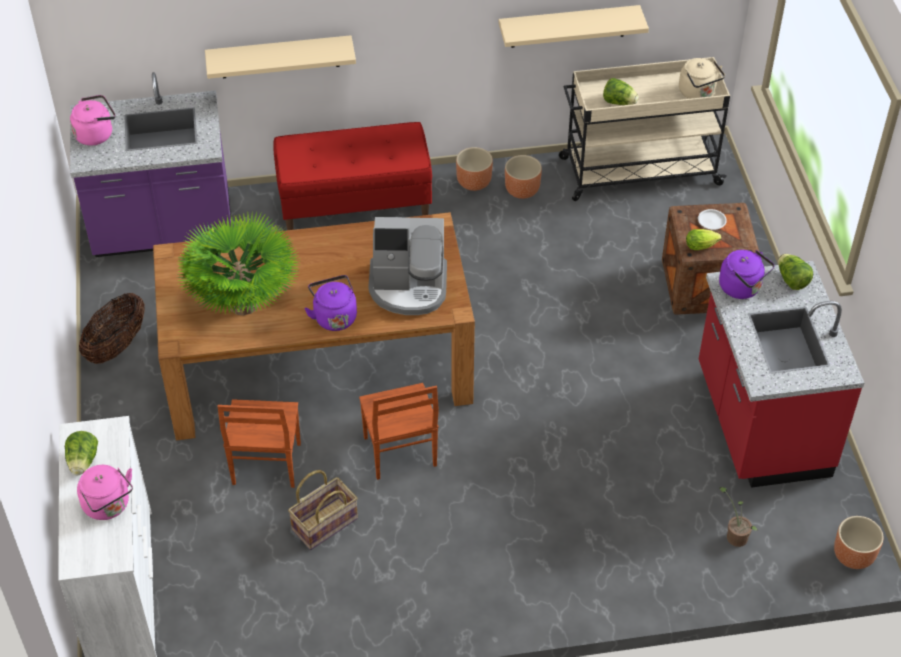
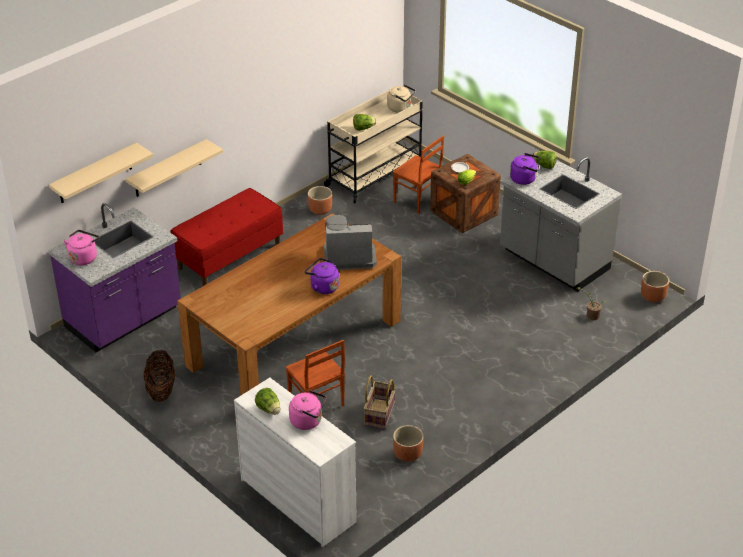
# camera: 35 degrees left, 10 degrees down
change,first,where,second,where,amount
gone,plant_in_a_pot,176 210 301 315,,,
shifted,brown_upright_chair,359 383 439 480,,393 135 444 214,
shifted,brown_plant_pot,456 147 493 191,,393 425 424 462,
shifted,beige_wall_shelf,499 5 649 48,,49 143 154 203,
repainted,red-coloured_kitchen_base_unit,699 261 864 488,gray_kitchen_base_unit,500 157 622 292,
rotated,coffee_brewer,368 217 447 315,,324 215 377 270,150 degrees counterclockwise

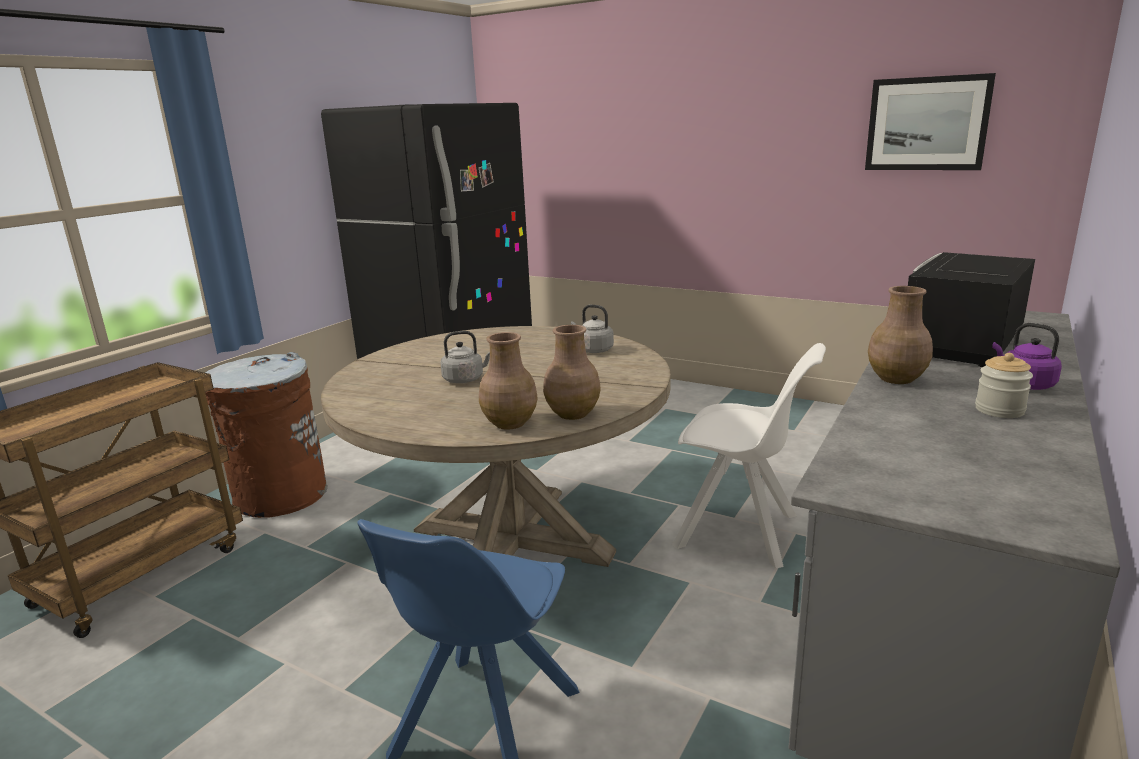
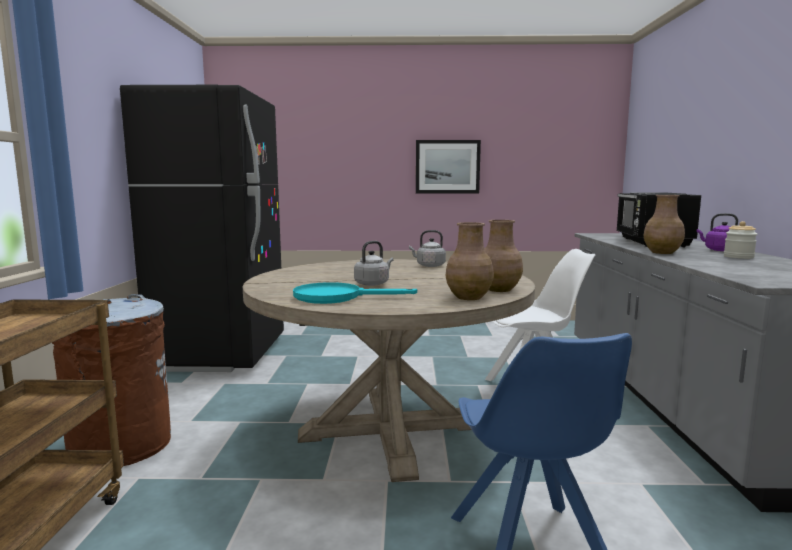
# camera: 30 degrees left, 10 degrees down
change,first,where,second,where,amount
new,,,turquoise-coloured_skillet,293 282 417 304,
shifted,wall_picture,865 73 996 170,,416 140 481 193,

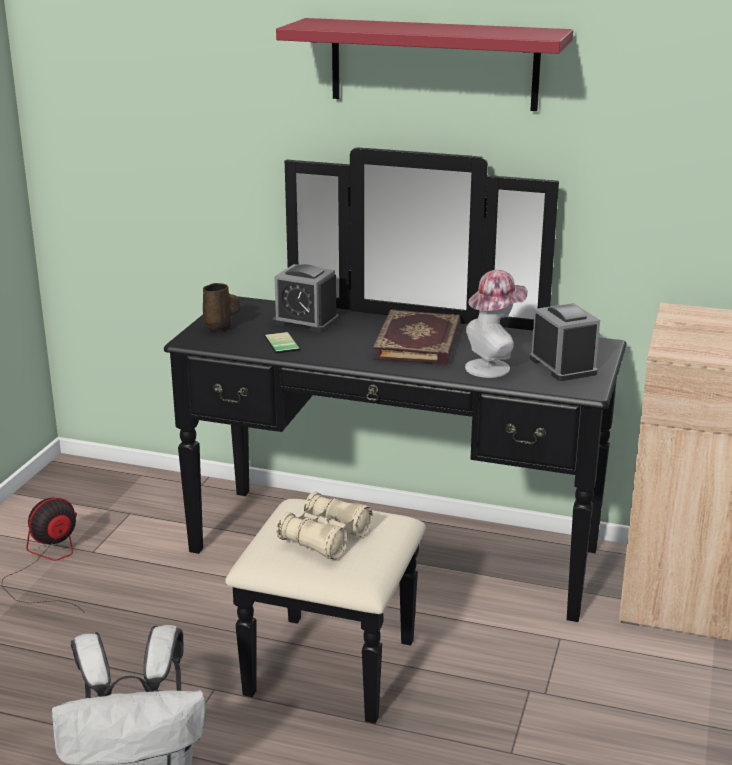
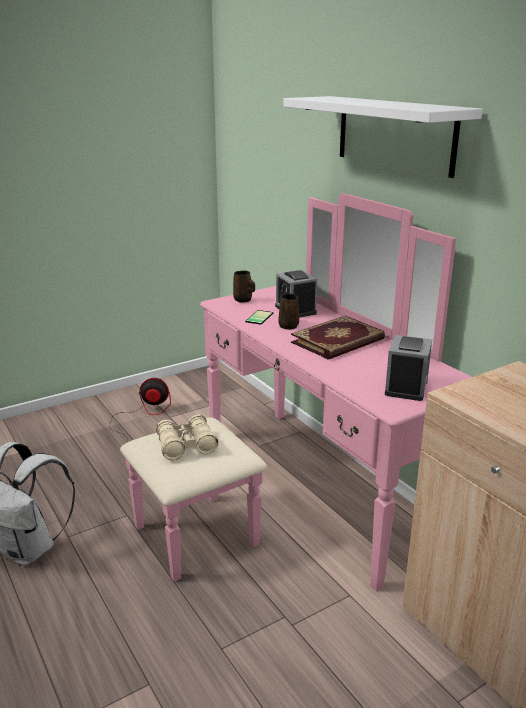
# camera: 40 degrees right, 0 degrees up
change,first,where,second,where,amount
gone,wearable_hat,465 270 528 378,,,
new,,,brown_tea_mug,278 293 299 330,
repainted,black-coloured_drawer_chest,164 148 627 724,pink-coloured_drawer_chest,120 193 472 592,
repainted,red-coloured_wall_shelf,276 18 573 111,whitish_wall_shelf,284 96 483 178,

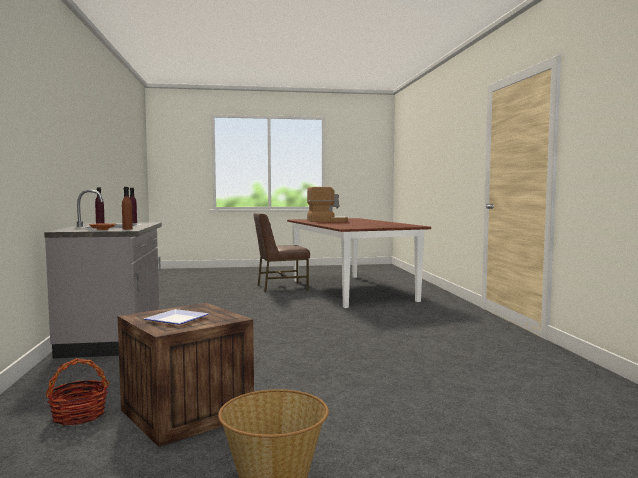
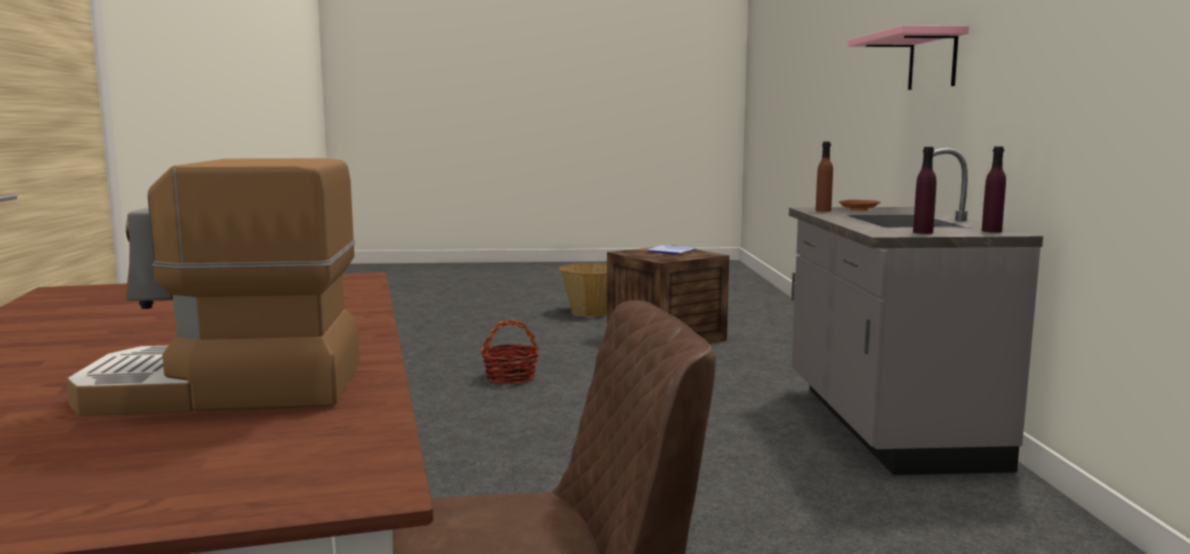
# camera: 175 degrees left, 5 degrees up
change,first,where,second,where,amount
new,,,pink-coloured_wall_shelf,848 25 969 90,
shifted,household_basket,46 358 110 426,,481 319 539 384,

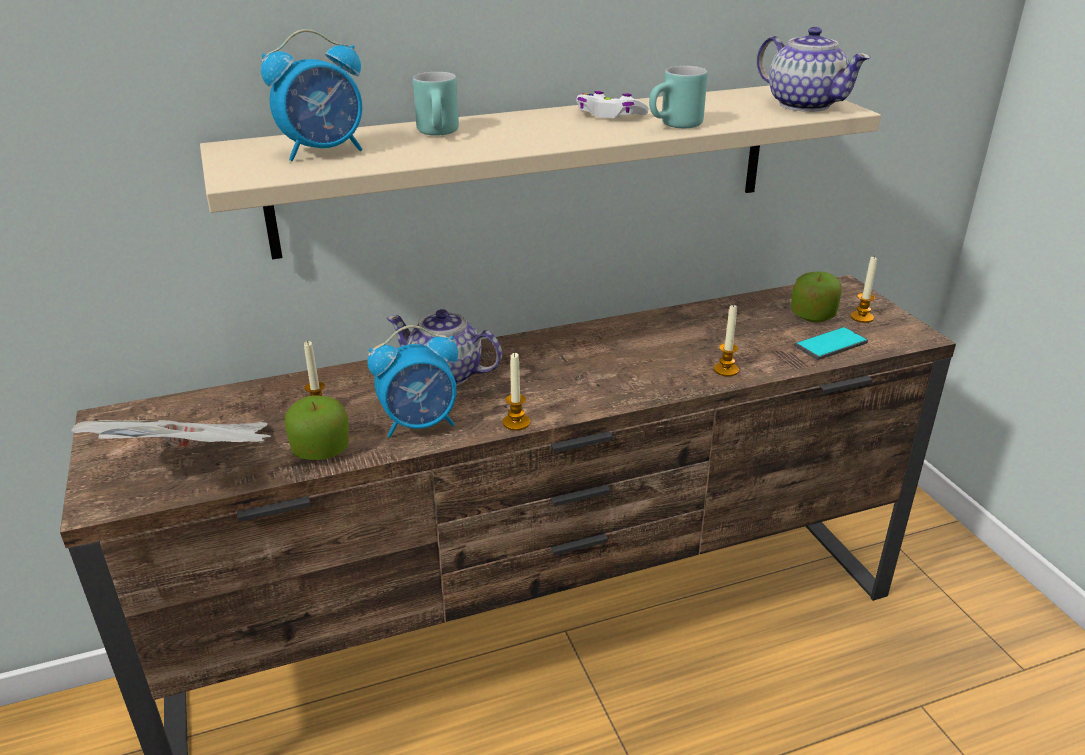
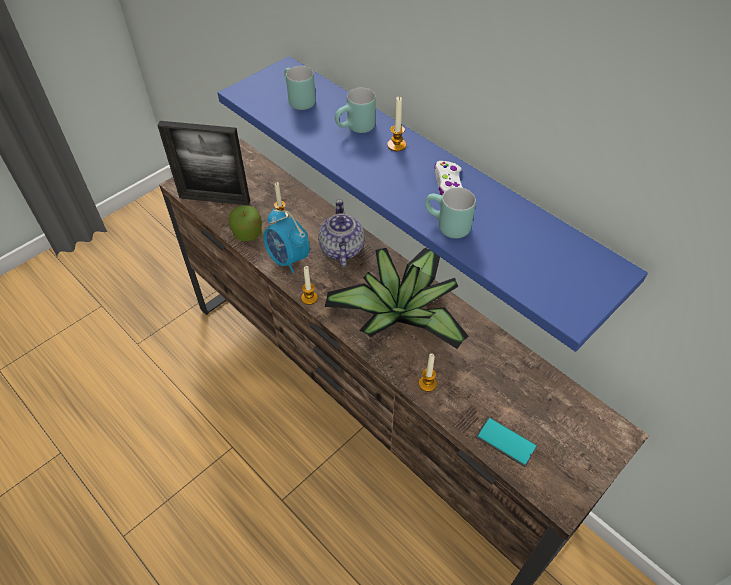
# camera: 65 degrees right, 20 degrees up
change,first,where,second,where,amount
gone,teapot,757 27 871 112,,,
gone,apple,791 271 842 322,,,
new,,,plant_in_a_pot,325 248 469 349,
shifted,wax_light,850 255 877 323,,387 97 406 152,
swapped,daily_paper,71 420 270 448,standing_frame,157 121 250 205,
swapped,alarm_clock,261 29 363 161,turquoise-coloured_tea_mug,284 66 316 110,
repainted,beige_wall_shelf,200 85 881 259,blue_wall_shelf,218 56 648 352,

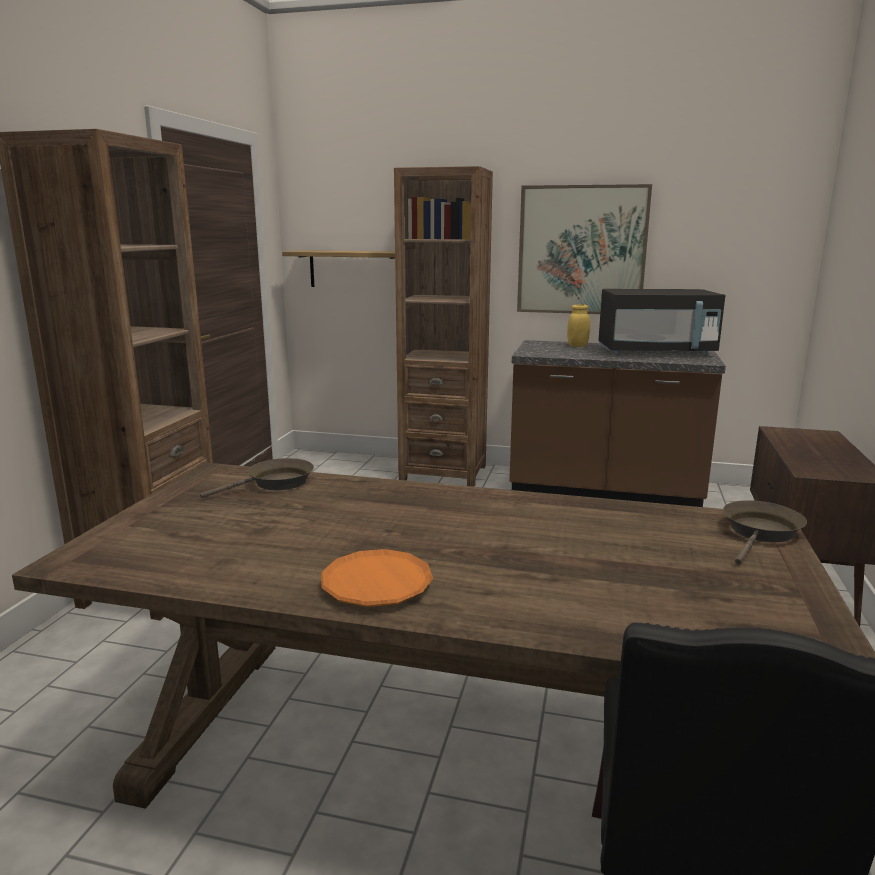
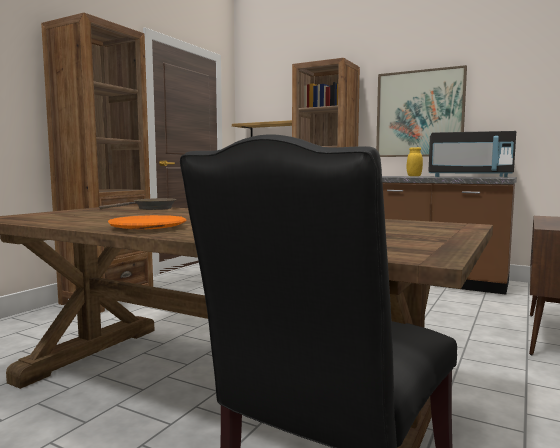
# camera: 15 degrees right, 10 degrees down
change,first,where,second,where,amount
gone,brown_skillet,723 500 807 564,,,

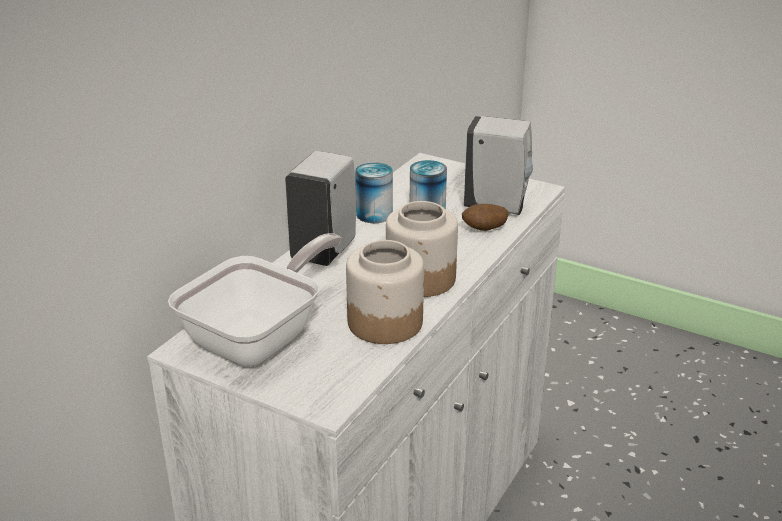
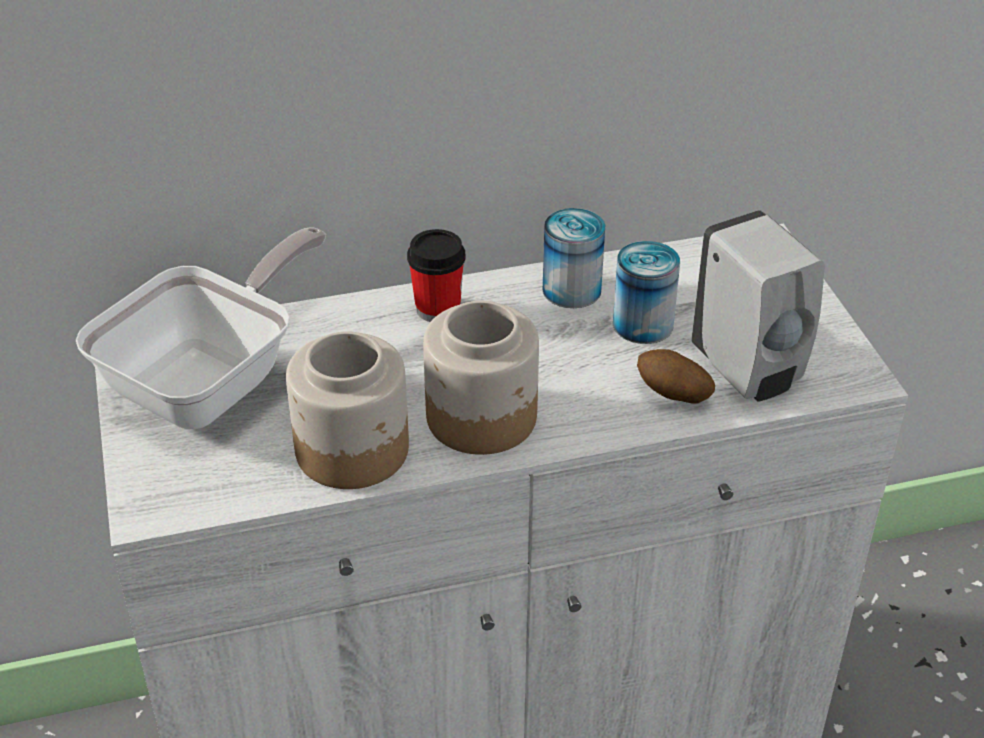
# camera: 45 degrees right, 10 degrees up
change,first,where,second,where,amount
swapped,whitish_liquid_soap_bottle,285 151 356 266,cup,407 229 466 322,
rotated,skillet,168 233 341 366,,76 227 326 429,45 degrees counterclockwise

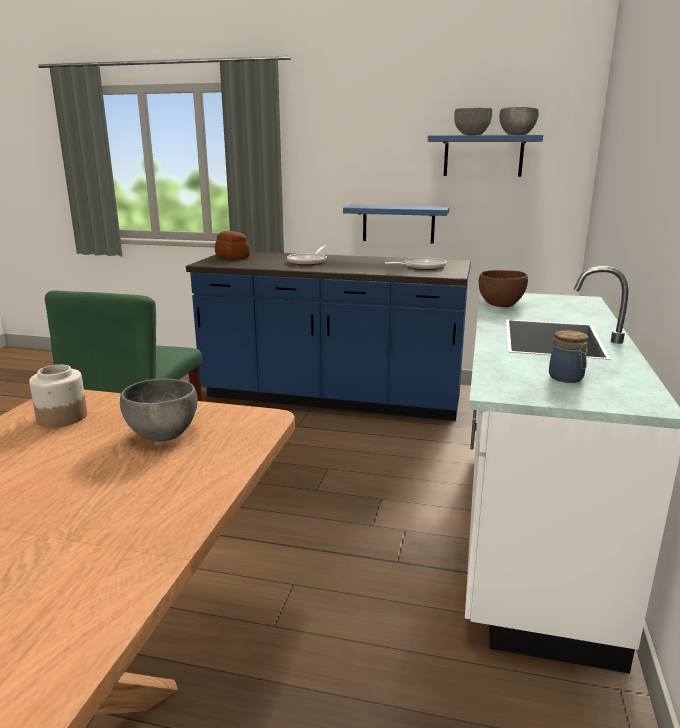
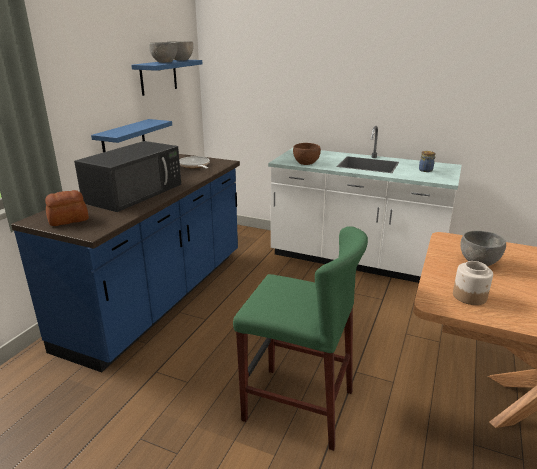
# camera: 80 degrees left, 5 degrees up
change,first,where,second,where,amount
swapped,skillet,287 246 327 265,black-coloured_microwave_oven,74 141 181 212,

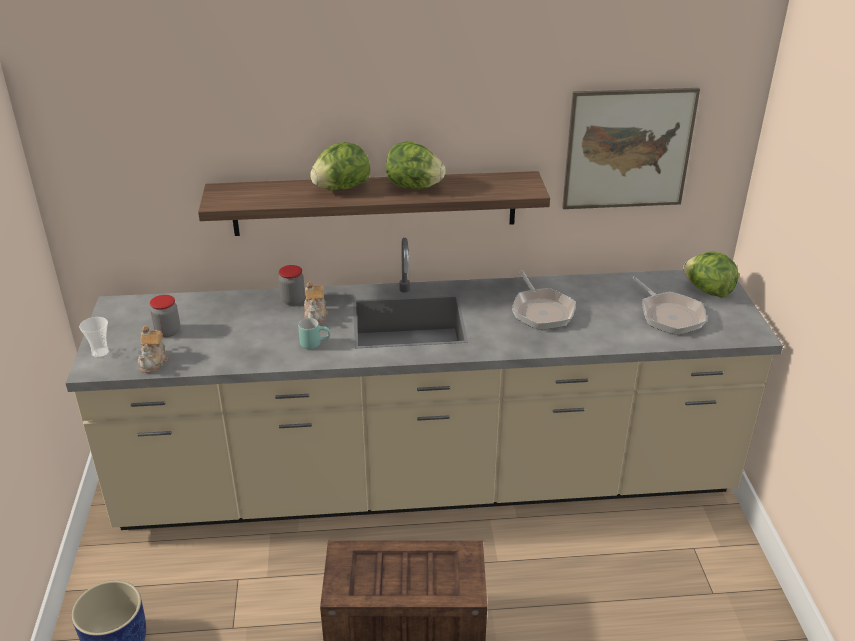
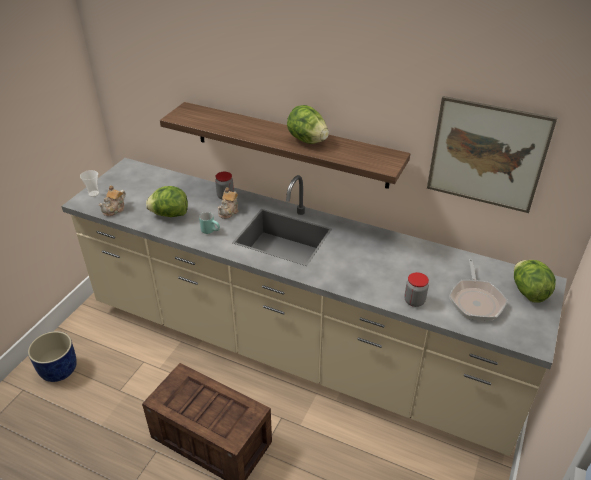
# camera: 30 degrees right, 5 degrees up
change,first,where,second,where,amount
gone,skillet,512 271 576 330,,,
shifted,preserve_jar,150 295 180 337,,404 272 429 307,
shifted,lettuce_head,310 142 370 190,,146 186 188 217,

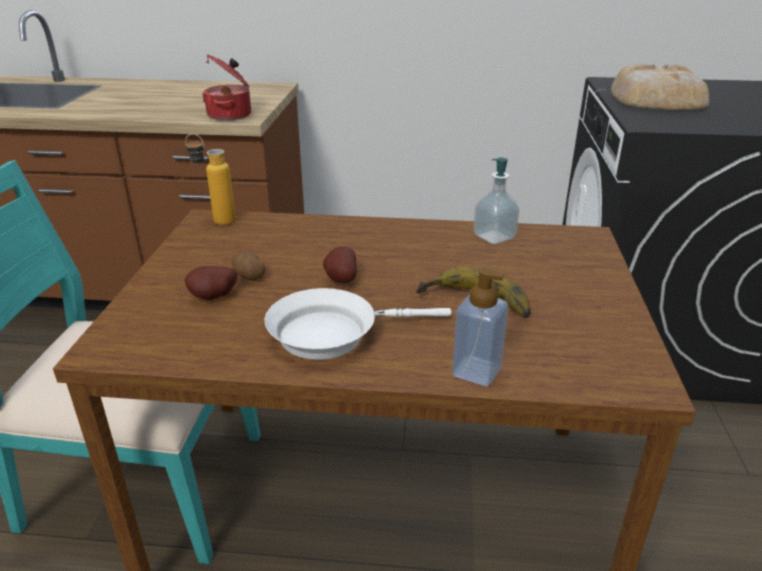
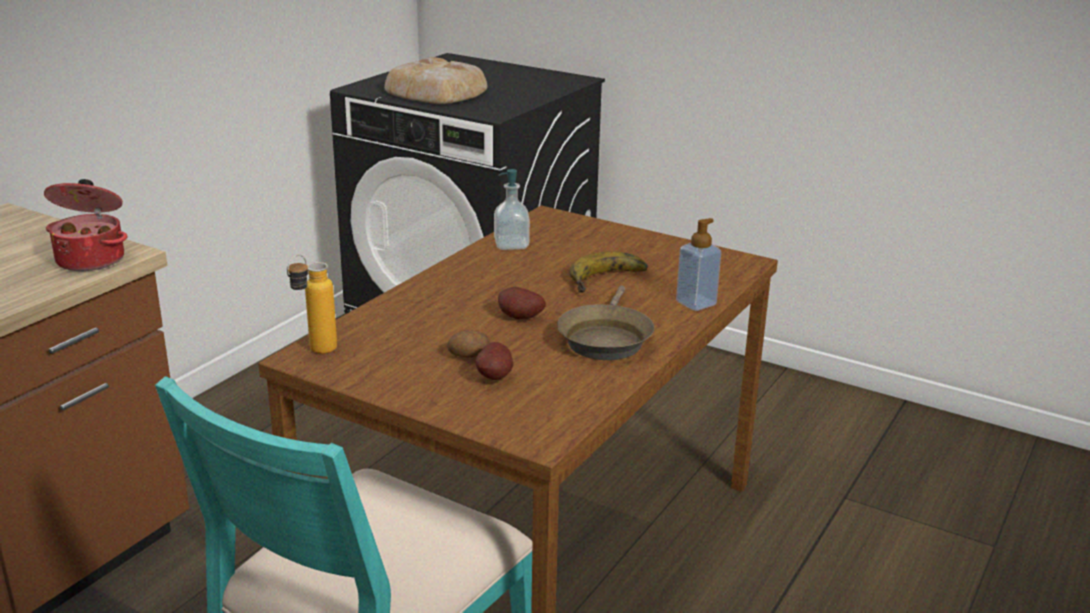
# camera: 65 degrees left, 5 degrees down
change,first,where,second,where,amount
repainted,whitish_skillet,265 288 452 360,brown_skillet,557 286 654 360,

